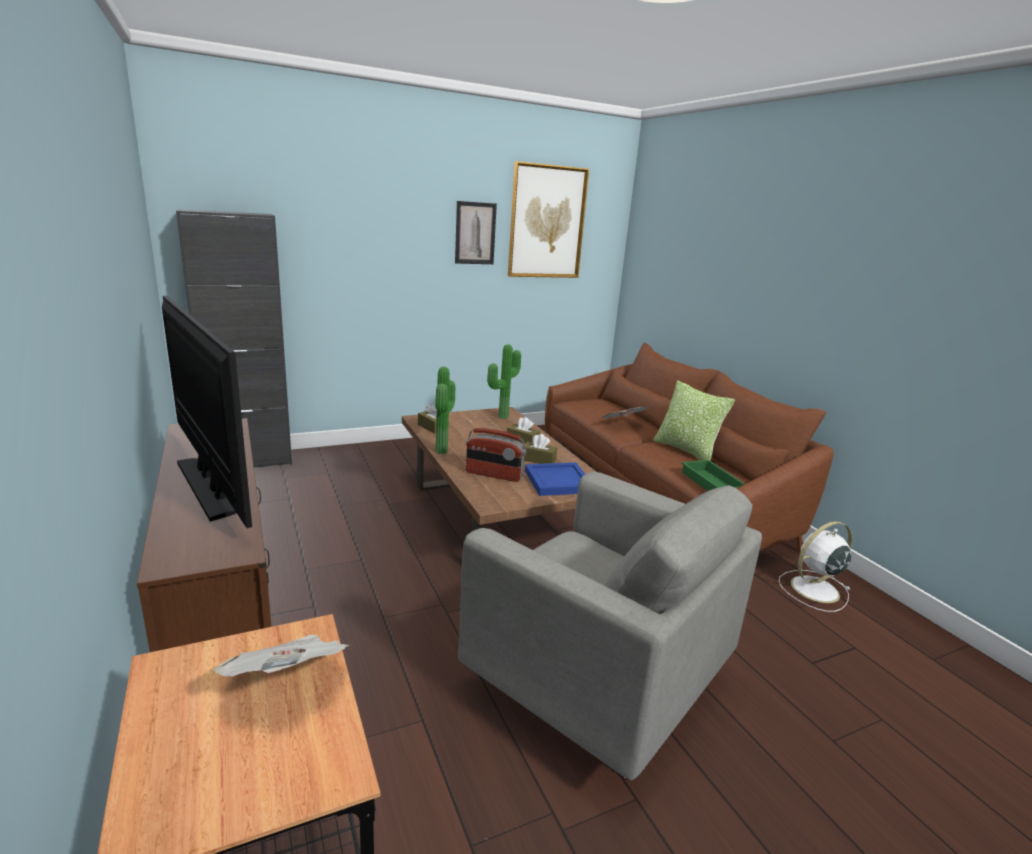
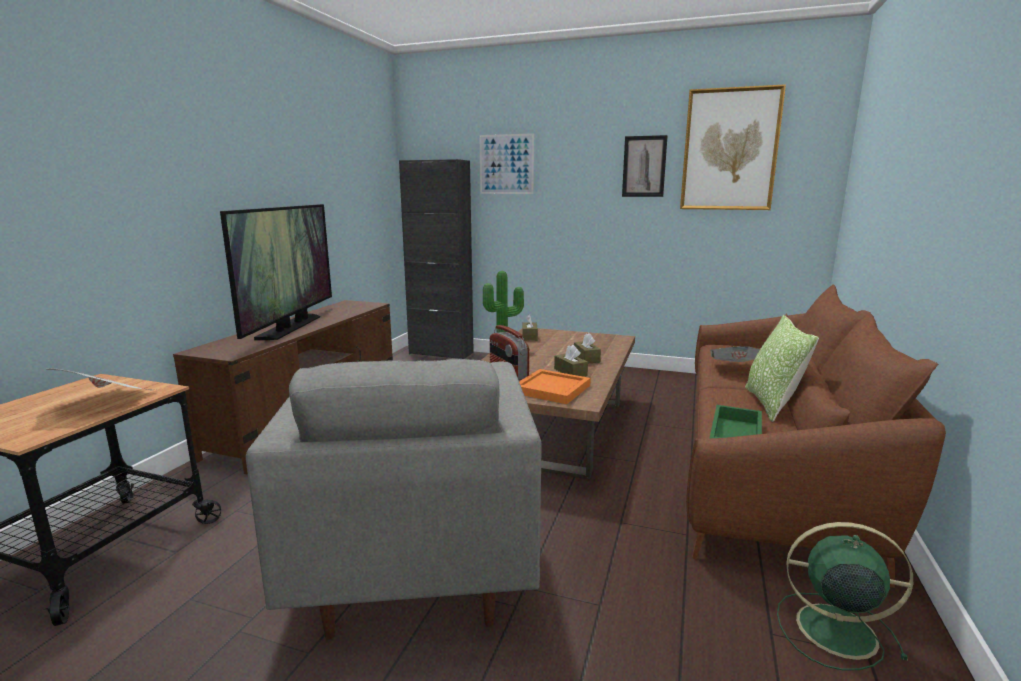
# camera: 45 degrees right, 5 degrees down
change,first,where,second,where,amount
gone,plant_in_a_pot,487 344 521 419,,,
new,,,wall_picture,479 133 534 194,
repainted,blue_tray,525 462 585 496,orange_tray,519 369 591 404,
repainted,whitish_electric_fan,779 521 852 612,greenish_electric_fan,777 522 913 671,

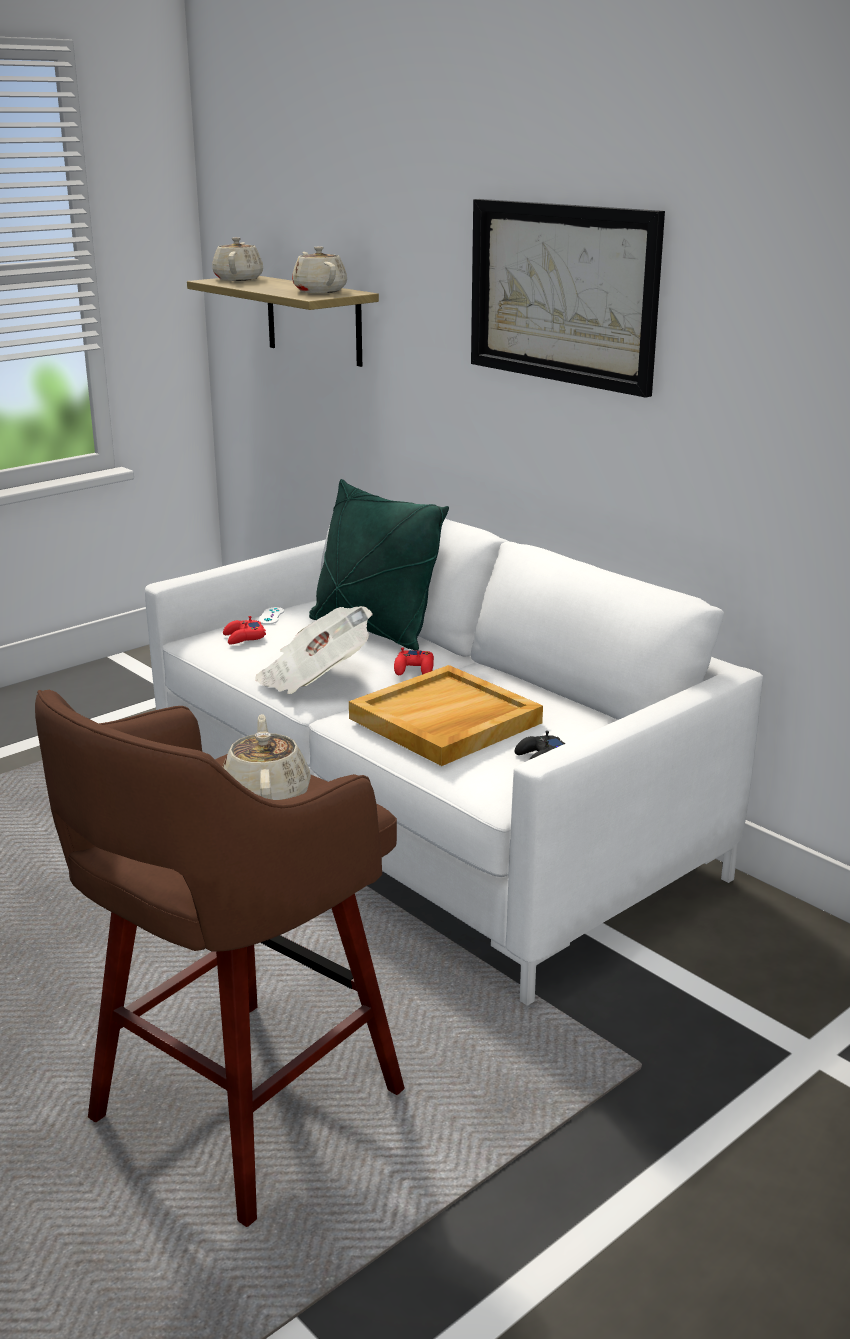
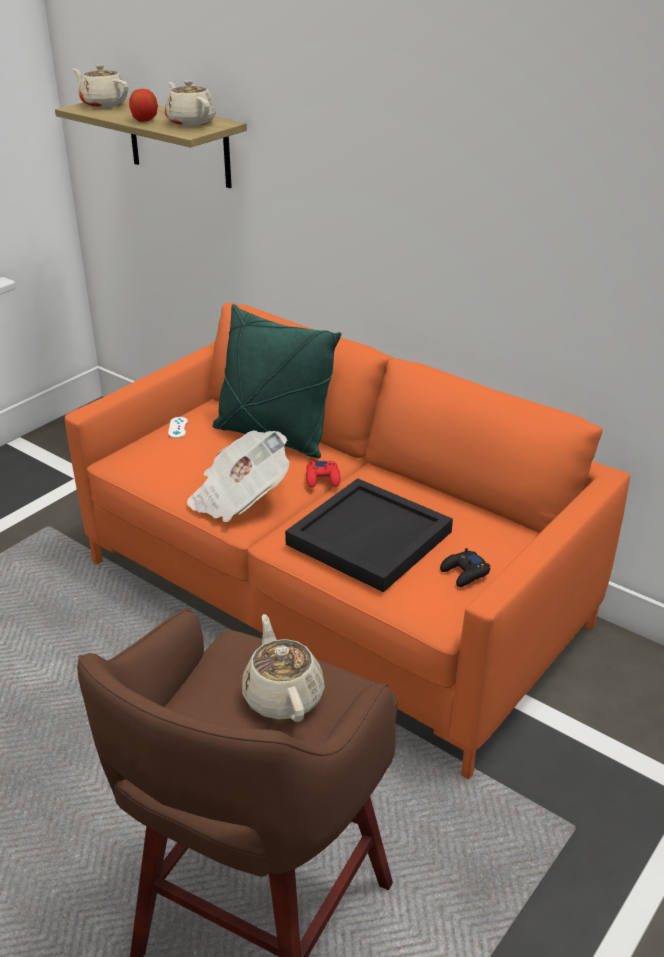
# camera: 10 degrees left, 10 degrees up
change,first,where,second,where,amount
gone,red-coloured_joypad,223 616 266 644,,,
gone,wall_picture,471 199 665 398,,,
new,,,apple,129 87 158 122,
repainted,whitish_settee,145 519 763 1006,orange_settee,65 303 630 779,
repainted,beige_tray,349 665 543 766,black-coloured_tray,285 478 453 592,
rotated,beige_teapot,212 237 263 281,,72 65 129 108,45 degrees counterclockwise

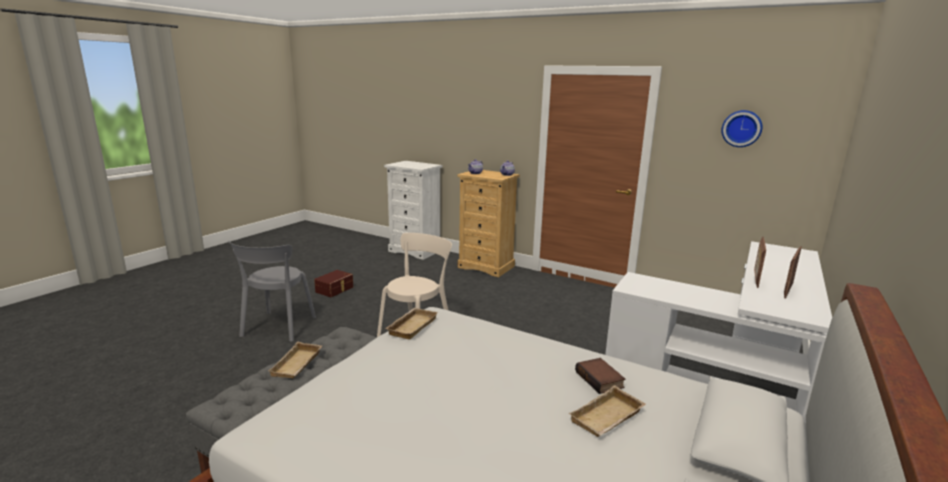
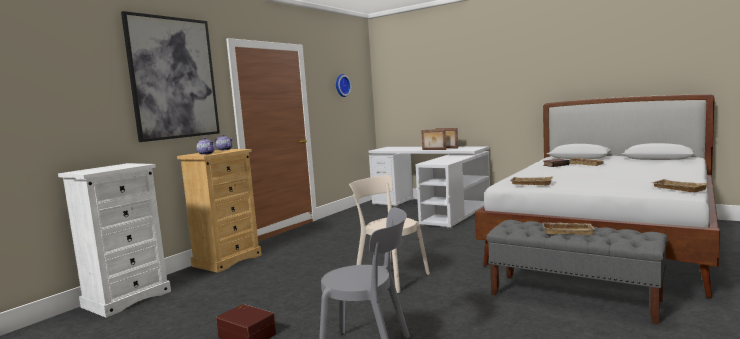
# camera: 85 degrees left, 10 degrees down
change,first,where,second,where,amount
new,,,wall_picture,121 11 220 142,
new,,,beige_tray,651 179 709 192,

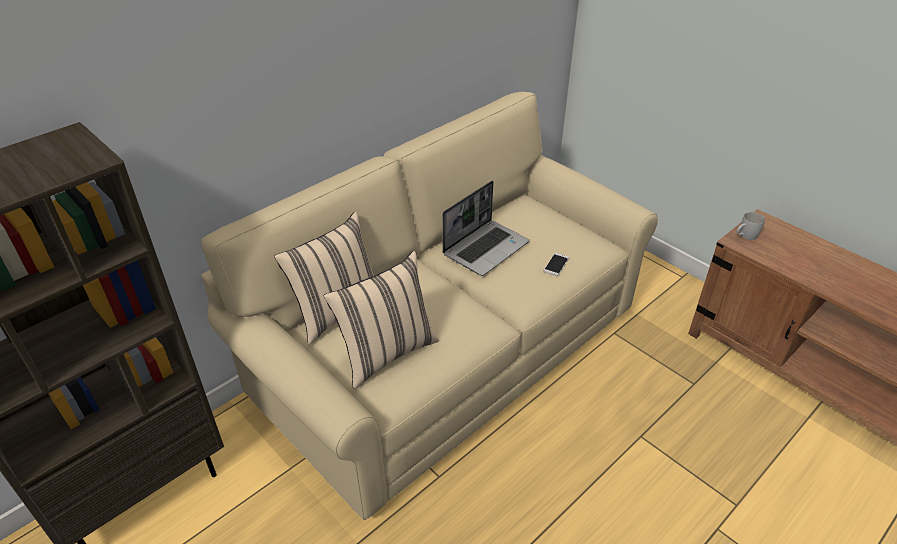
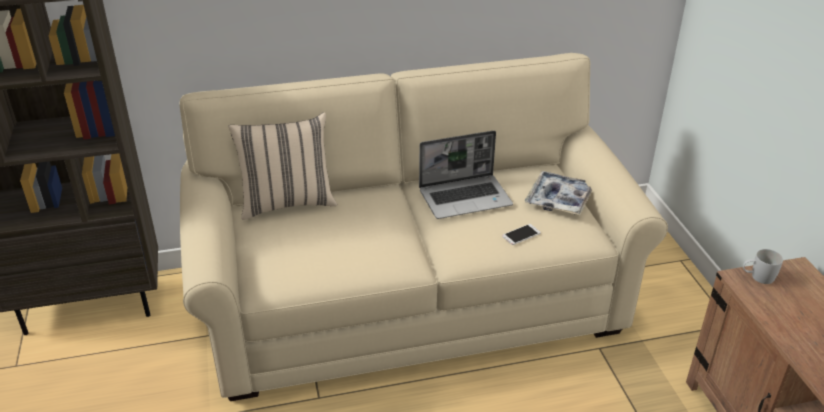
# camera: 30 degrees right, 5 degrees down
change,first,where,second,where,amount
gone,beige_cushion,324 251 439 389,,,
new,,,tray,525 171 592 215,

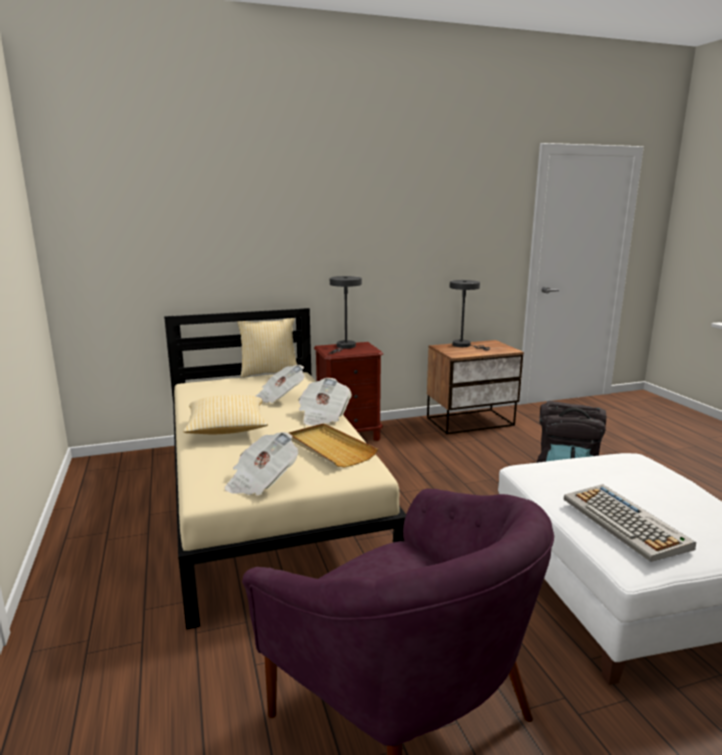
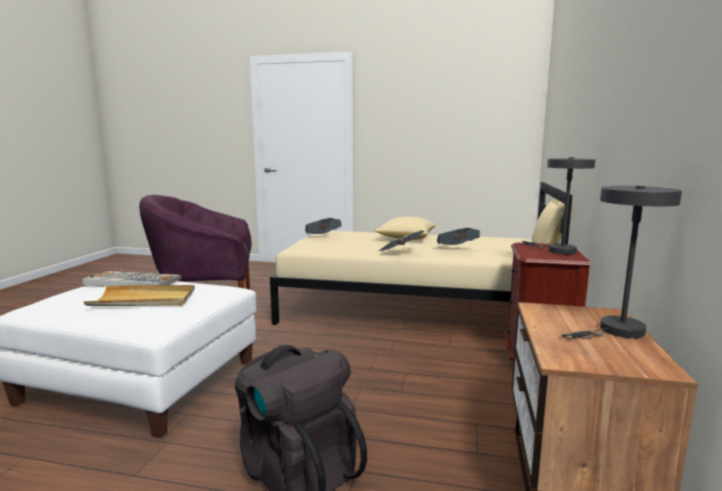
# camera: 120 degrees right, 5 degrees down
change,first,where,second,where,amount
shifted,beige_tray,289 423 378 467,,84 285 195 306,

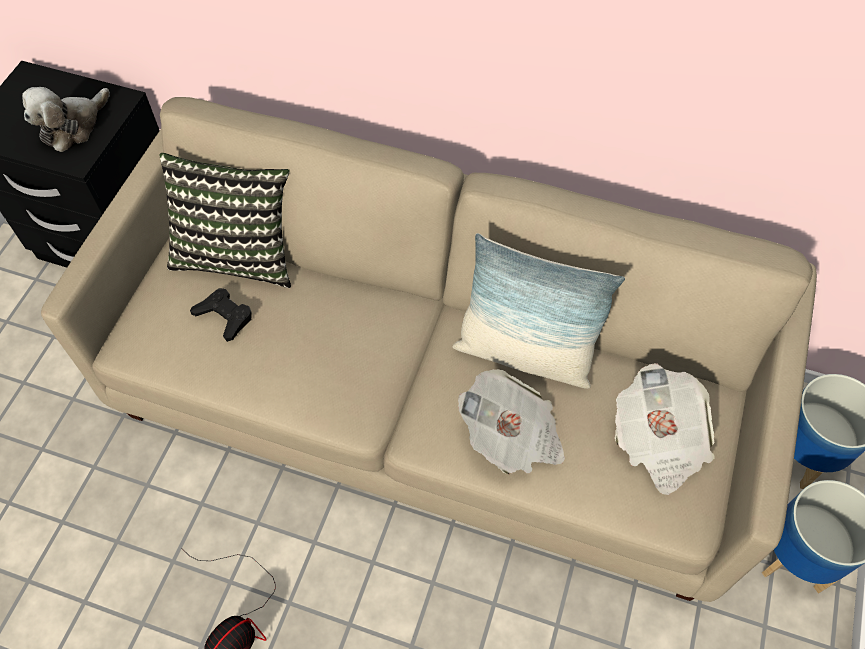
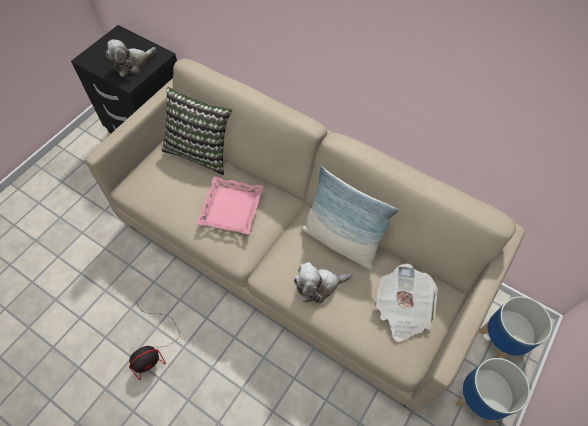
# camera: 15 degrees right, 0 degrees up
change,first,where,second,where,amount
gone,black-coloured_joypad,190 288 252 342,,,
new,,,pink-coloured_tray,196 177 264 235,
swapped,daily_paper,458 369 565 474,plush_toy,294 262 352 303,

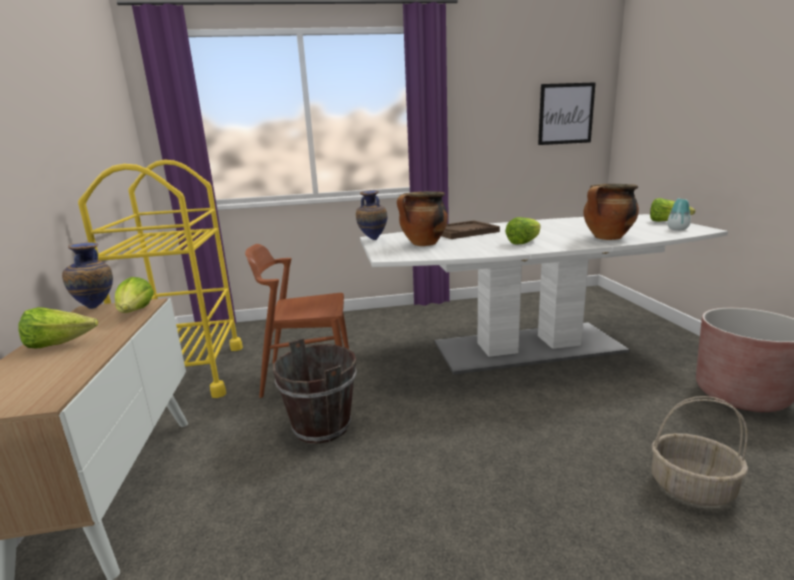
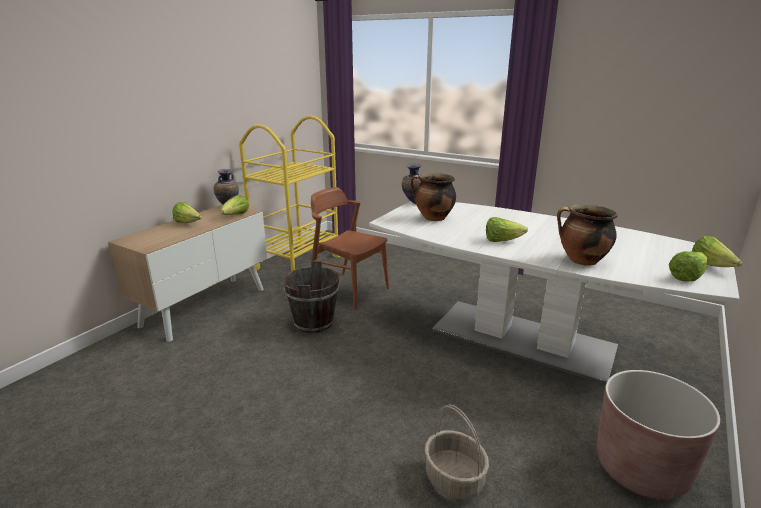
# camera: 40 degrees right, 5 degrees up
change,first,where,second,where,amount
gone,brown_tray,441 221 500 239,,,
gone,wall_picture,538 82 596 145,,,
swapped,vase,667 199 691 230,lettuce_head,669 251 708 281,

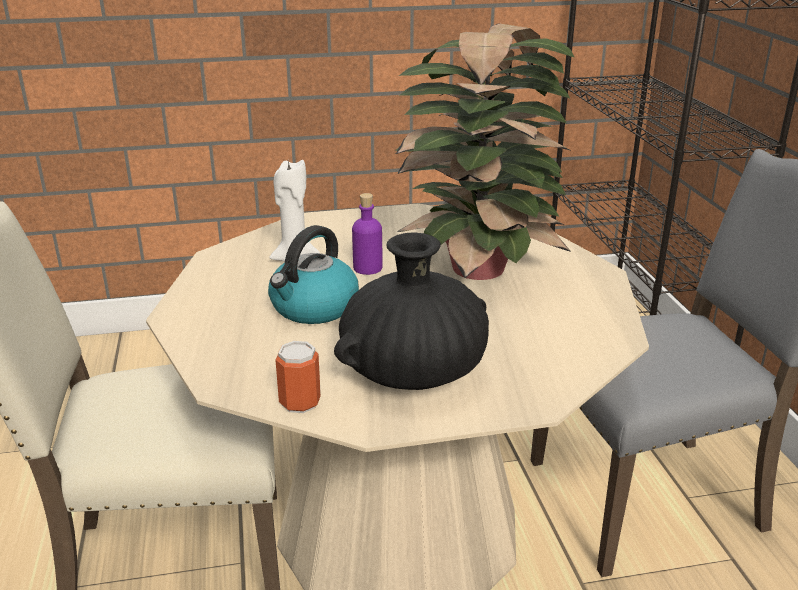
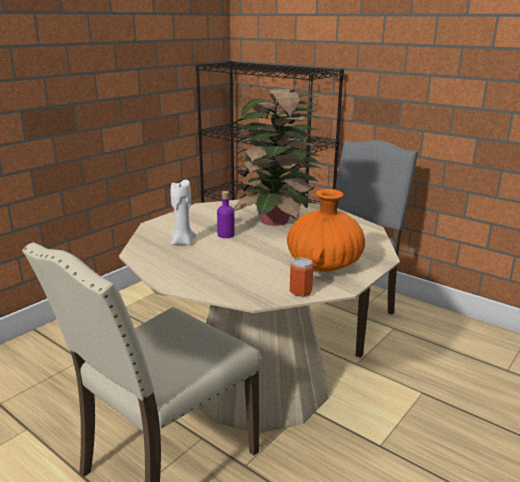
# camera: 40 degrees left, 5 degrees down
change,first,where,second,where,amount
gone,kettle,268 225 359 324,,,
repainted,black-coloured_vase,334 232 489 390,orange_vase,287 189 365 272,

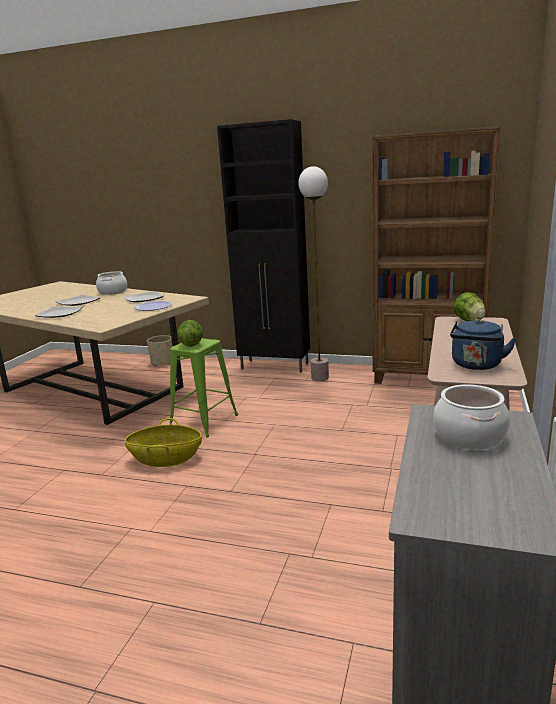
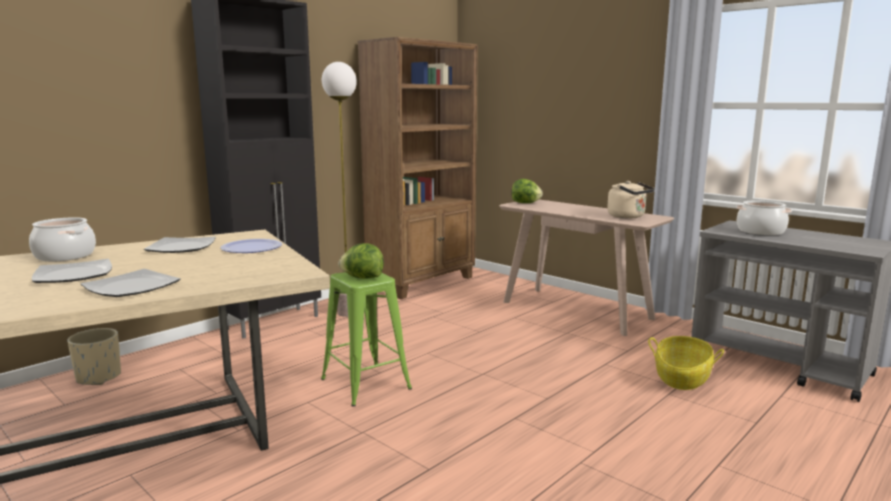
# camera: 65 degrees left, 5 degrees down
change,first,where,second,where,amount
shifted,household_basket,125 418 202 467,,648 336 724 390,
repainted,blue_kettle,450 319 517 370,beige_kettle,607 181 655 218,

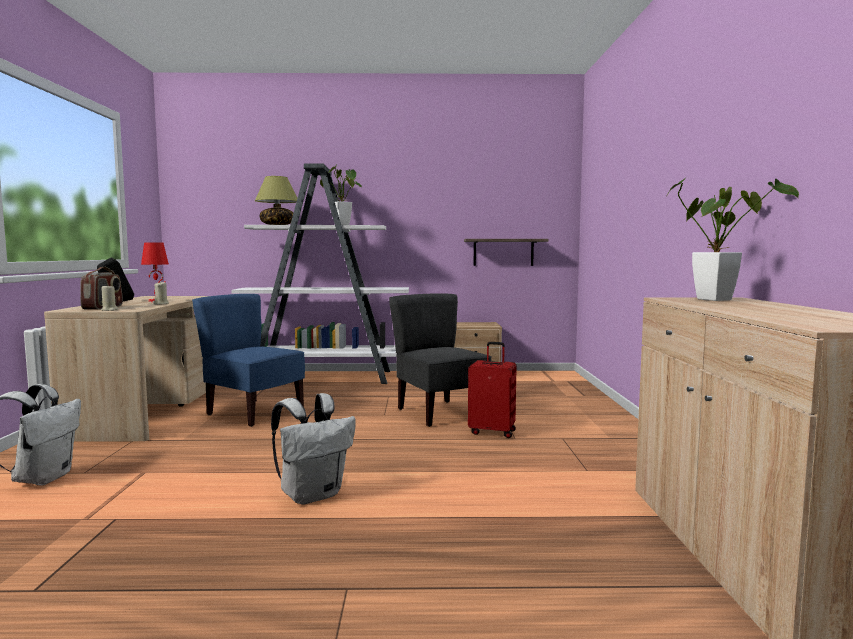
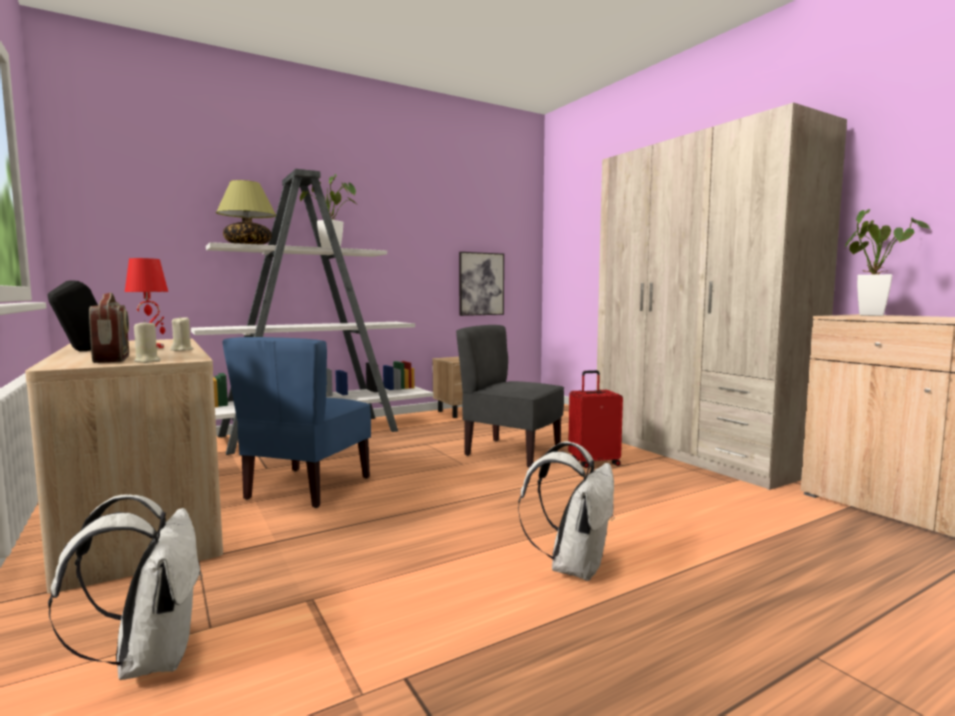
# camera: 30 degrees left, 0 degrees up
change,first,where,second,where,amount
new,,,beige_wardrobe,596 103 847 490,
swapped,wall_shelf,464 239 549 266,wall_picture,459 252 504 316,
rotated,blue_upright_chair,192 294 305 427,,222 337 371 508,75 degrees counterclockwise

